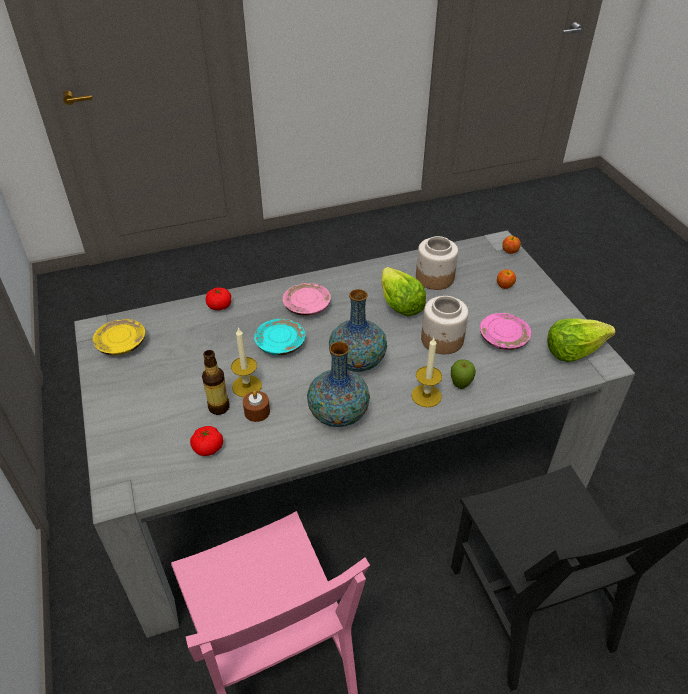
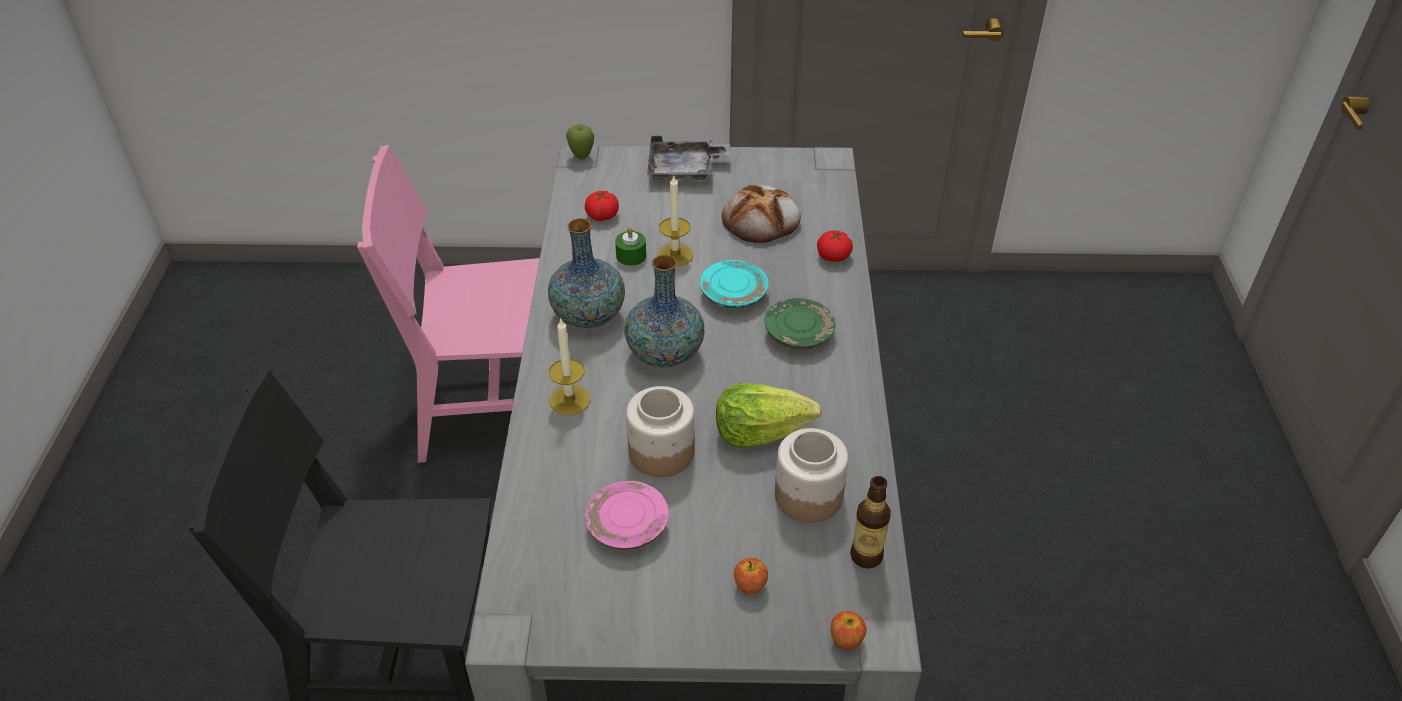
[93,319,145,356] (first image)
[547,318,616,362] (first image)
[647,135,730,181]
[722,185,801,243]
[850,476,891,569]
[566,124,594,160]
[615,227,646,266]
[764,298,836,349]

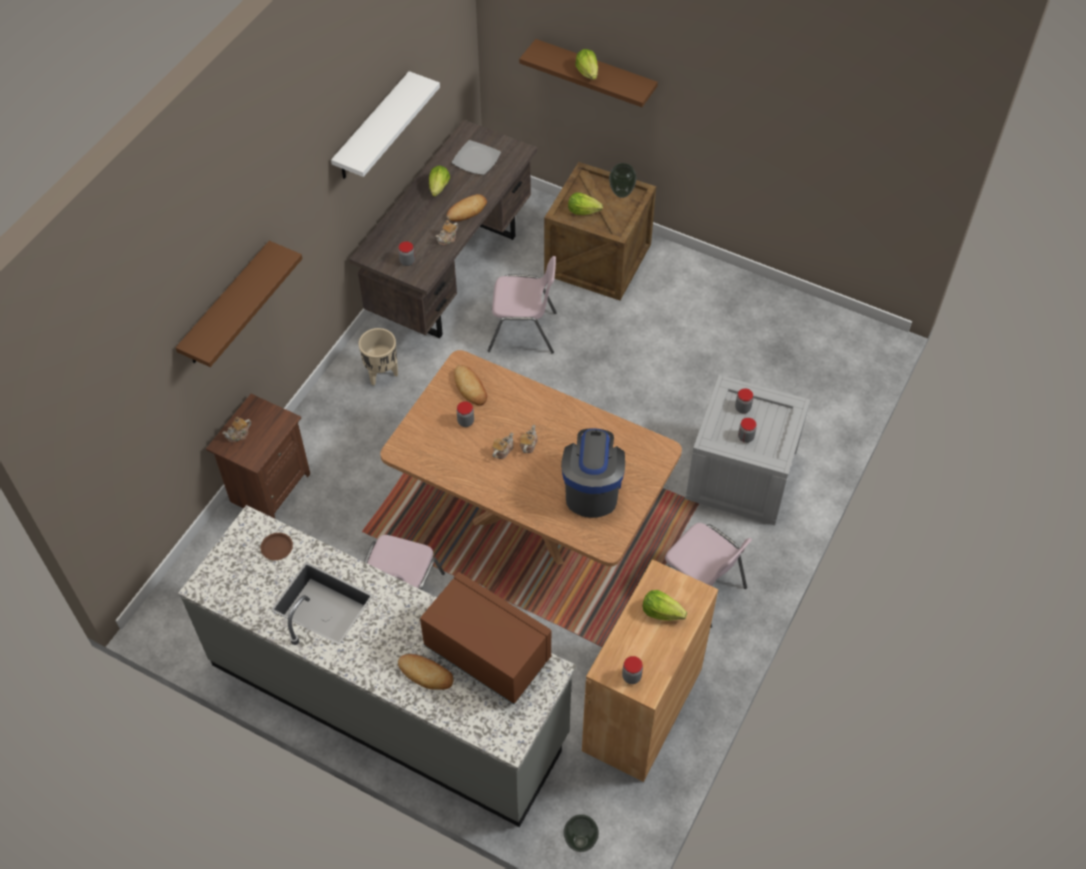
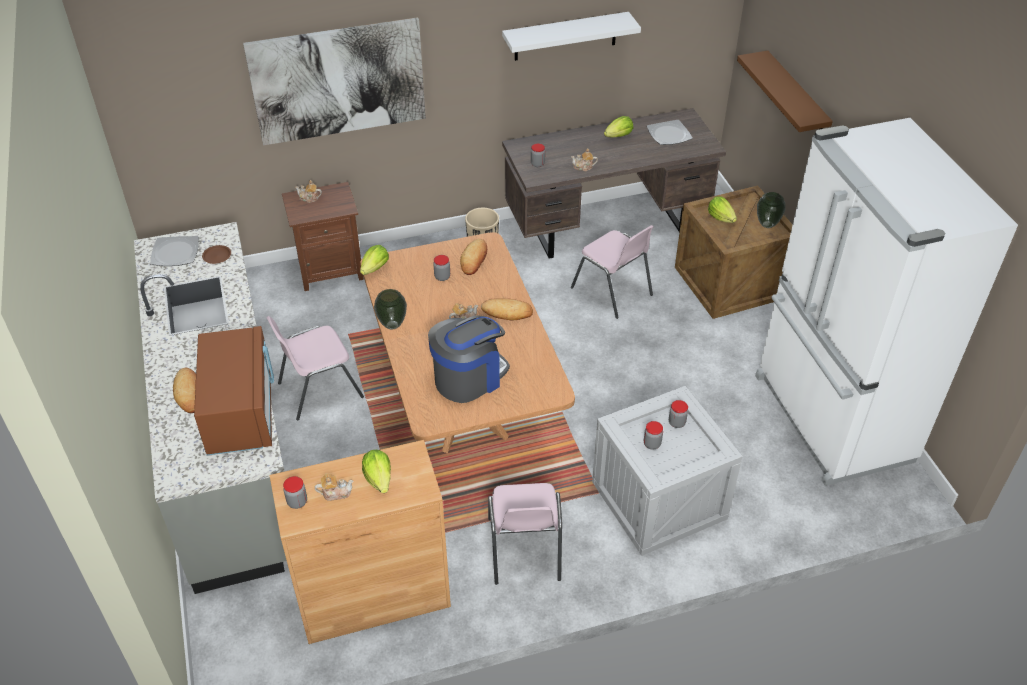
[150,236,199,266]
[755,118,1018,486]
[481,298,533,320]
[315,473,353,501]
[374,289,407,330]
[360,245,389,275]
[243,17,426,146]

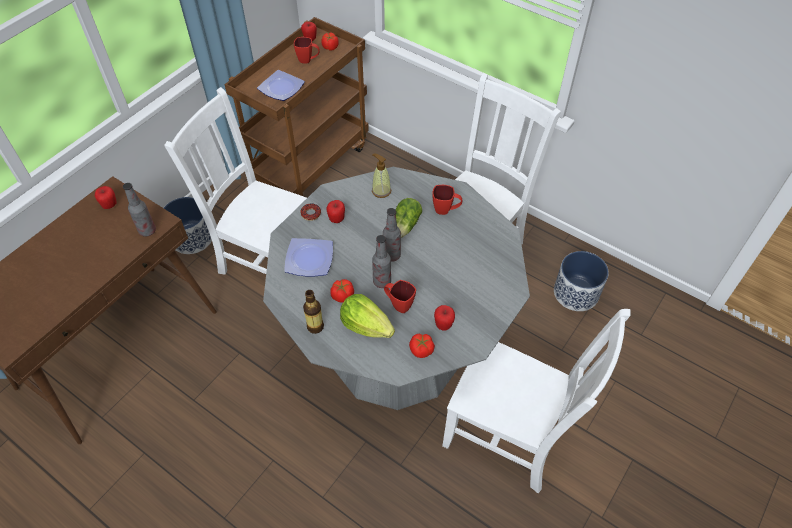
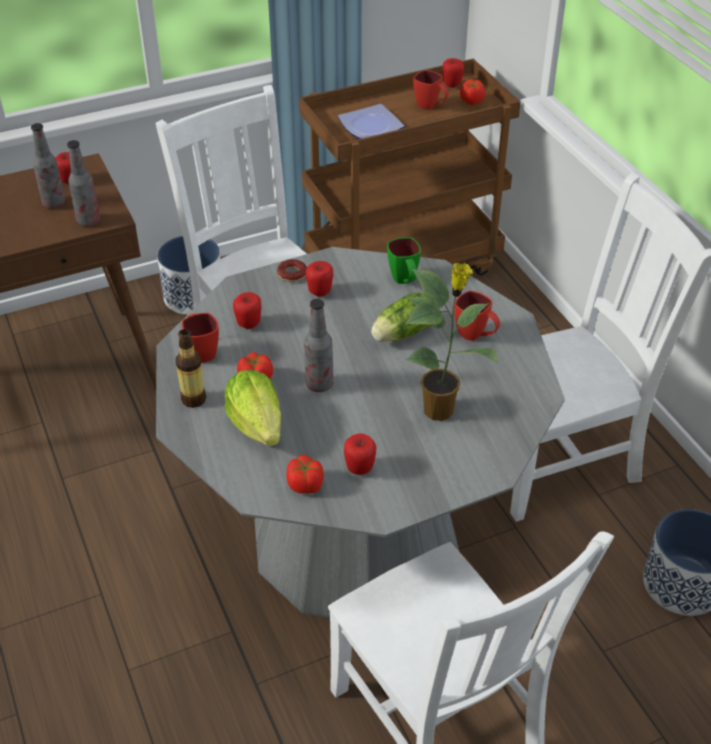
[405,263,499,421]
[31,123,65,209]
[182,313,219,363]
[233,292,261,329]
[387,237,421,284]

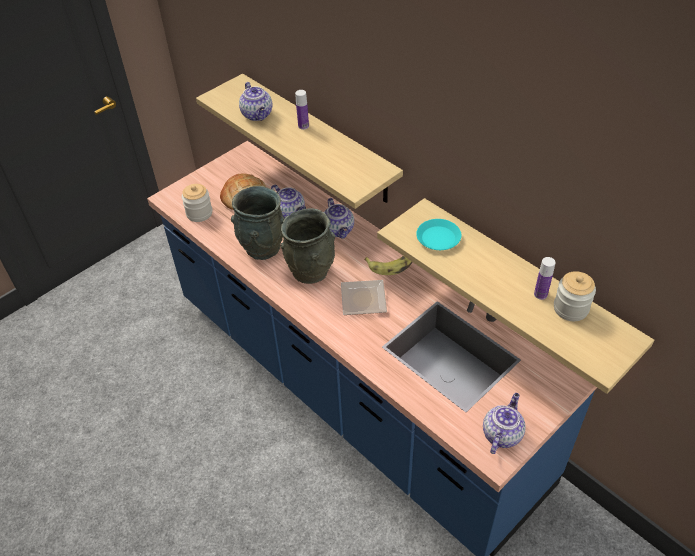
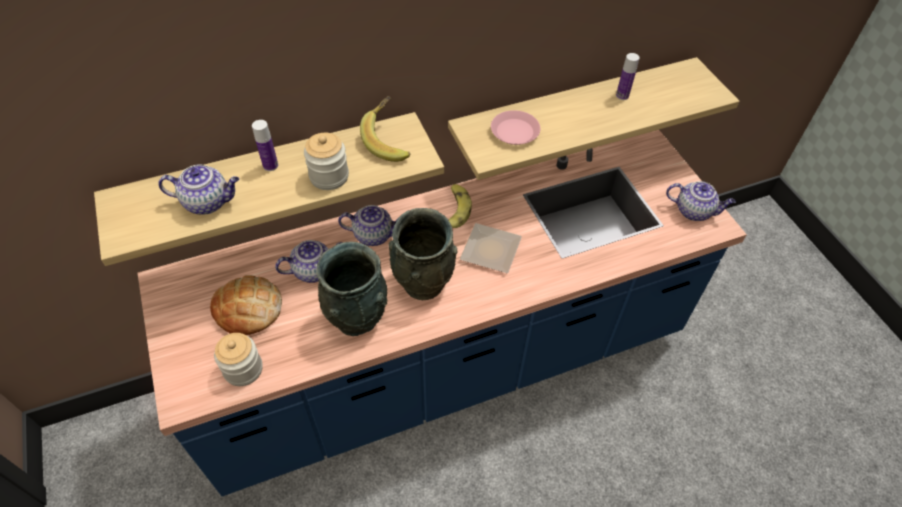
[360,96,410,162]
[304,133,349,190]
[491,110,540,145]
[666,181,735,221]

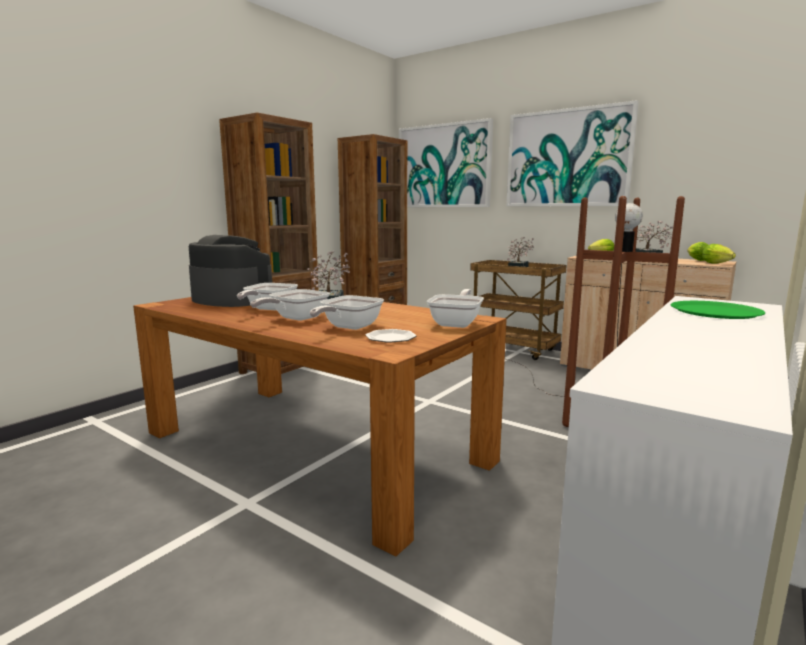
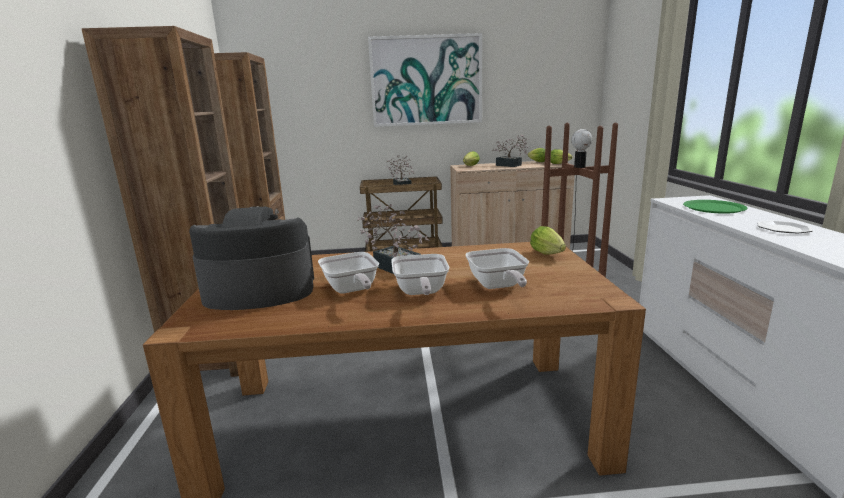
[399,118,493,207] (first image)
[757,220,813,233]
[530,226,566,255]

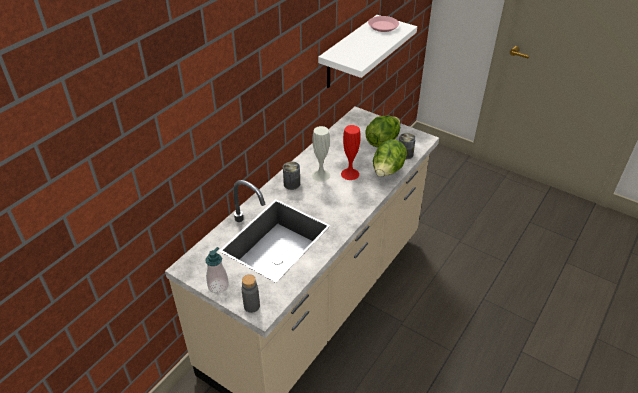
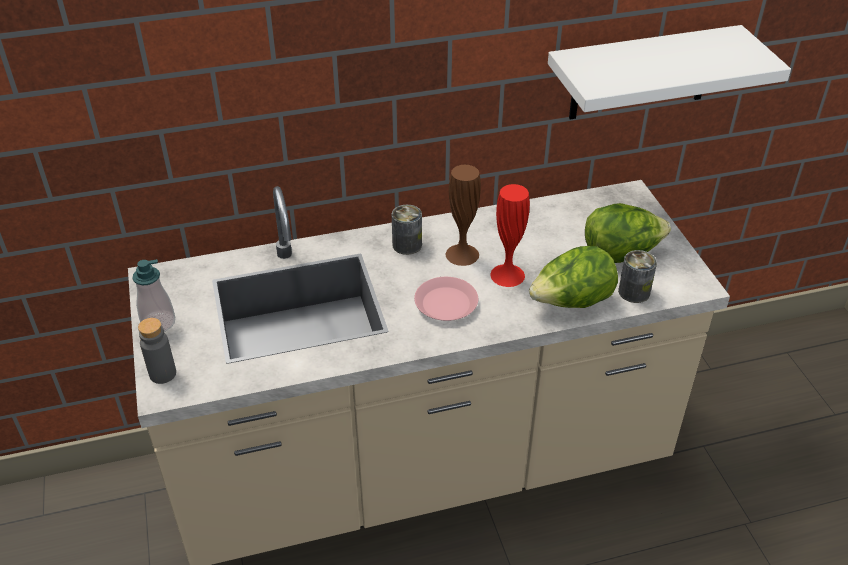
[414,277,478,321]
[446,165,481,266]

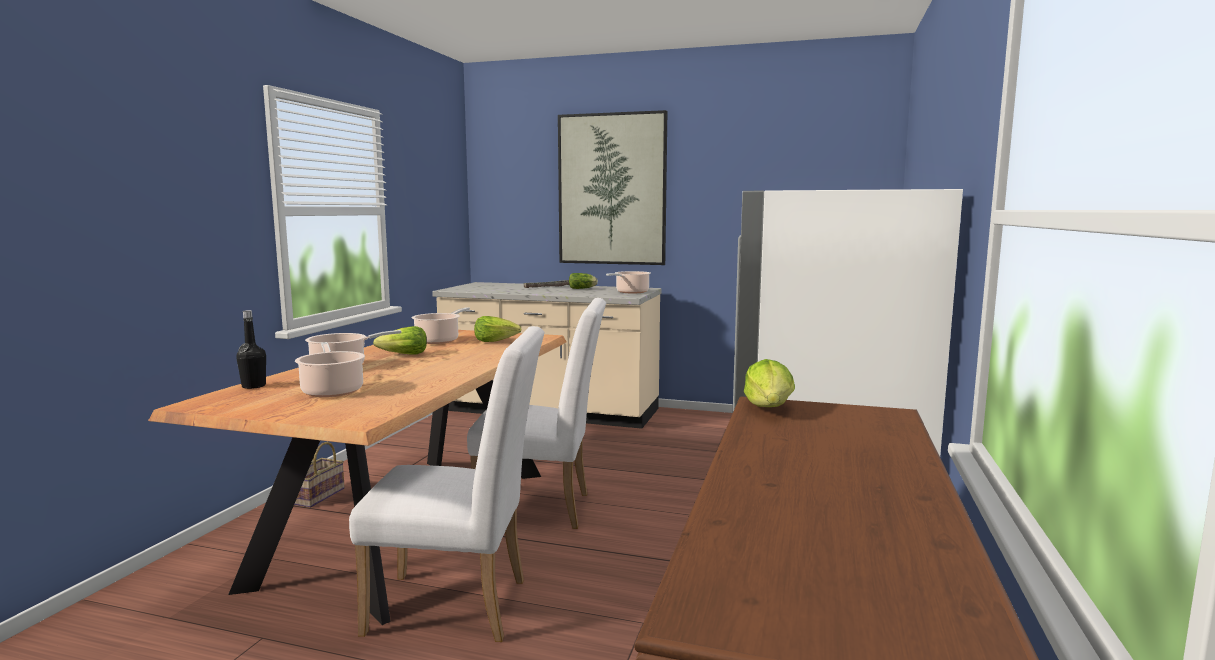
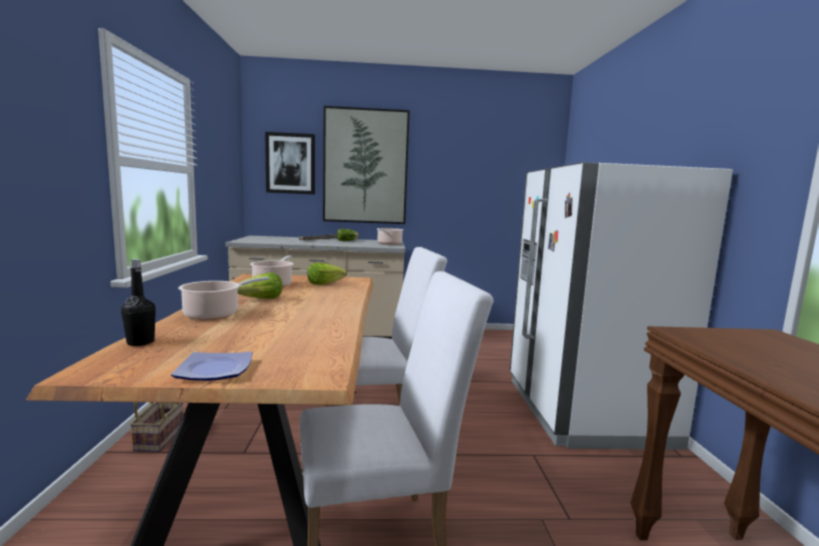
[295,342,365,397] (first image)
[744,359,795,407] (first image)
[171,352,252,381]
[265,132,315,194]

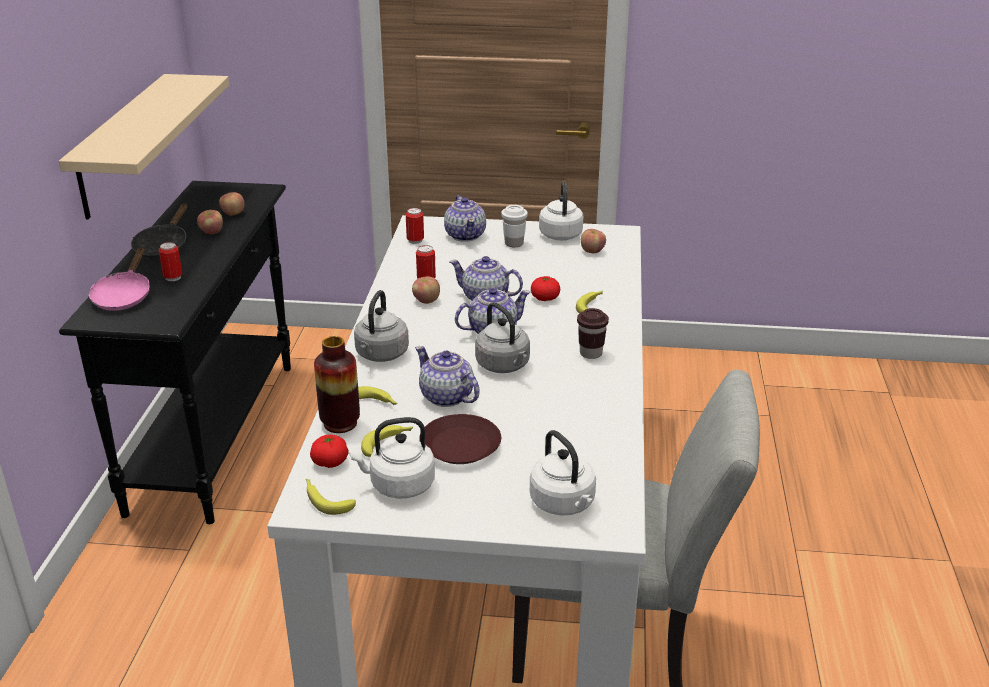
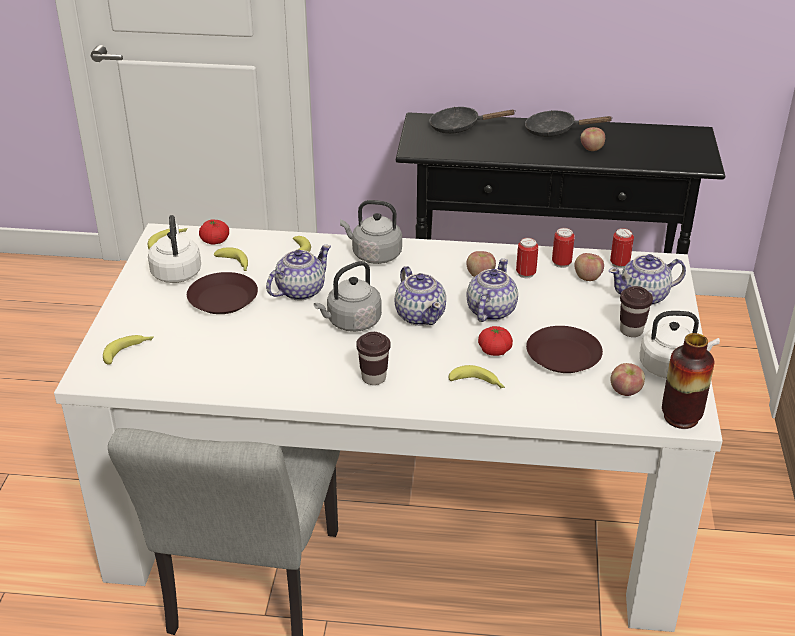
[59,74,229,219] (first image)
[526,326,603,373]
[552,228,575,268]
[574,253,604,281]
[662,333,714,429]
[103,335,154,364]
[429,107,515,134]
[620,286,653,337]

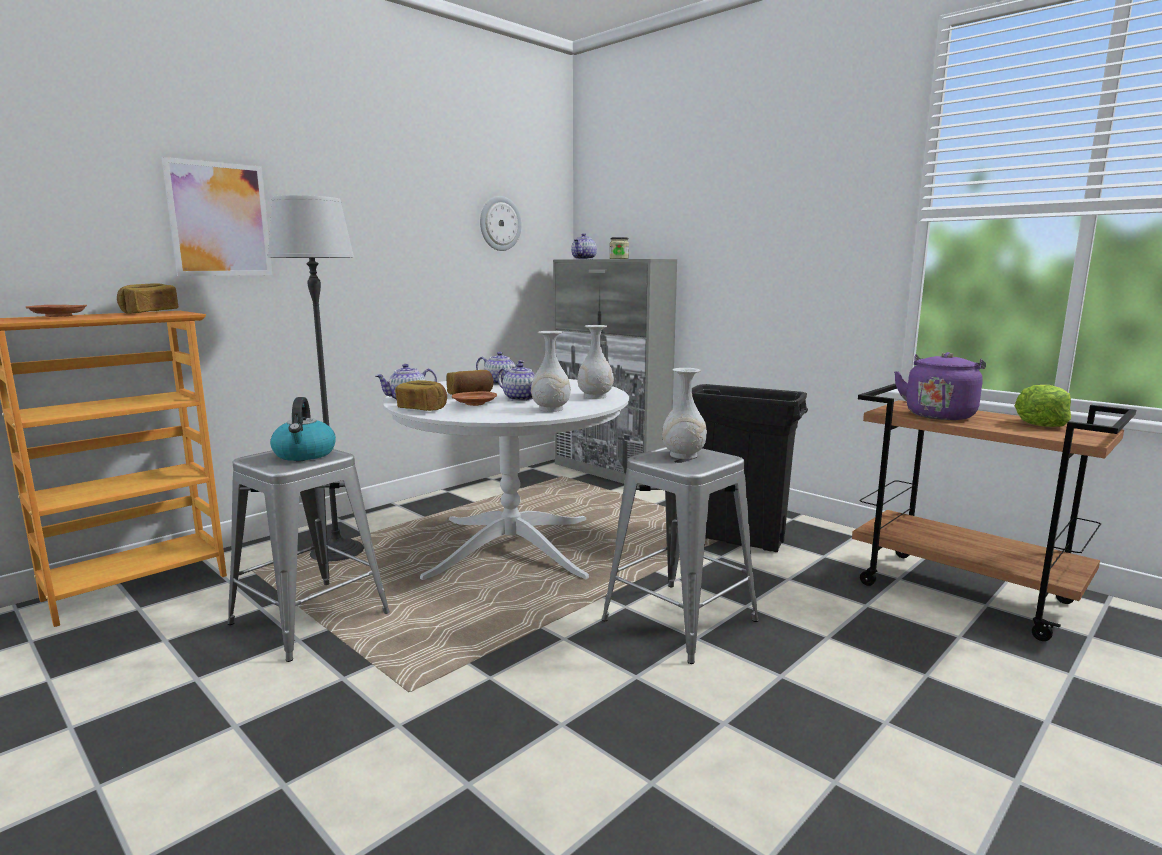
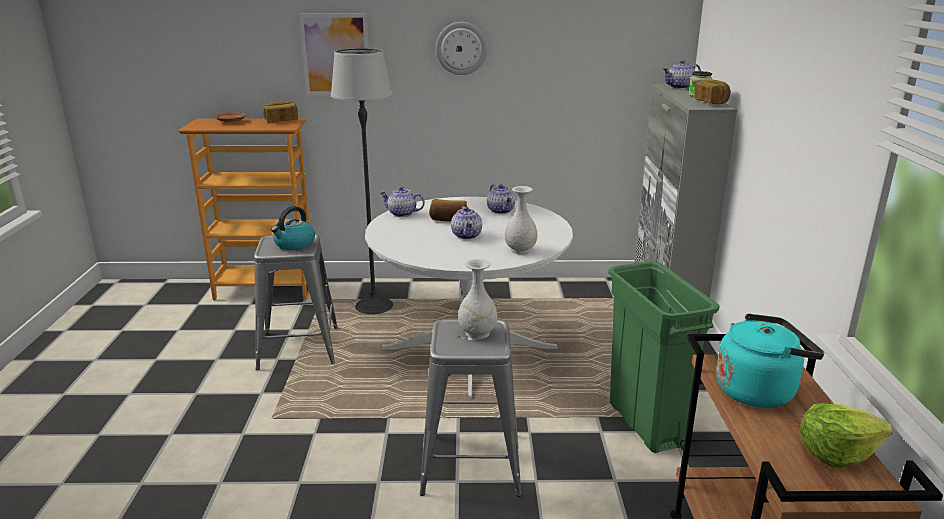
[452,391,497,406] (first image)
[531,331,571,412] (first image)
[694,80,731,104]
[436,22,487,75]
[608,261,720,453]
[716,313,825,408]

